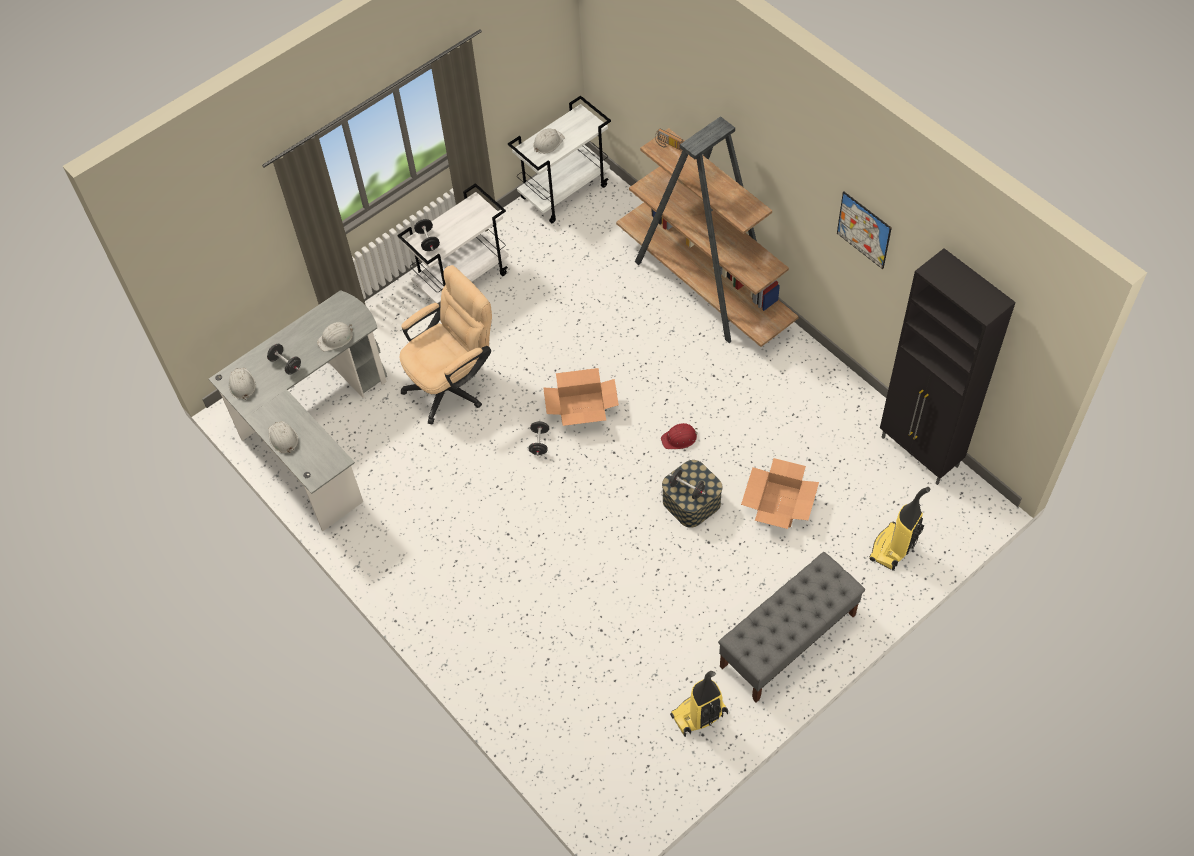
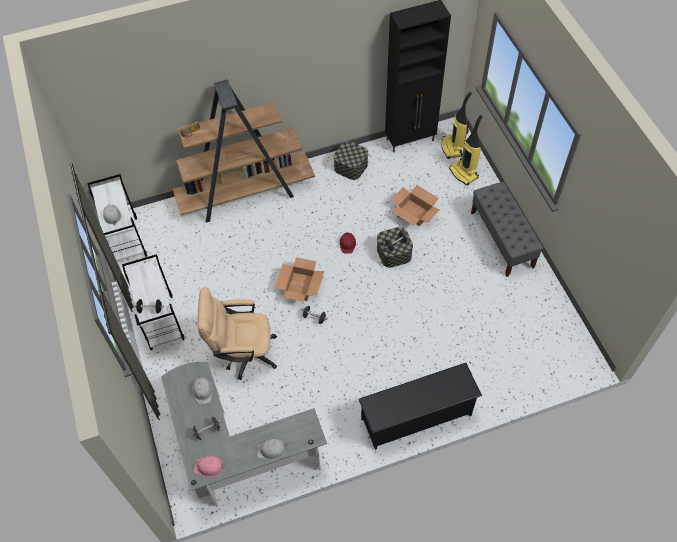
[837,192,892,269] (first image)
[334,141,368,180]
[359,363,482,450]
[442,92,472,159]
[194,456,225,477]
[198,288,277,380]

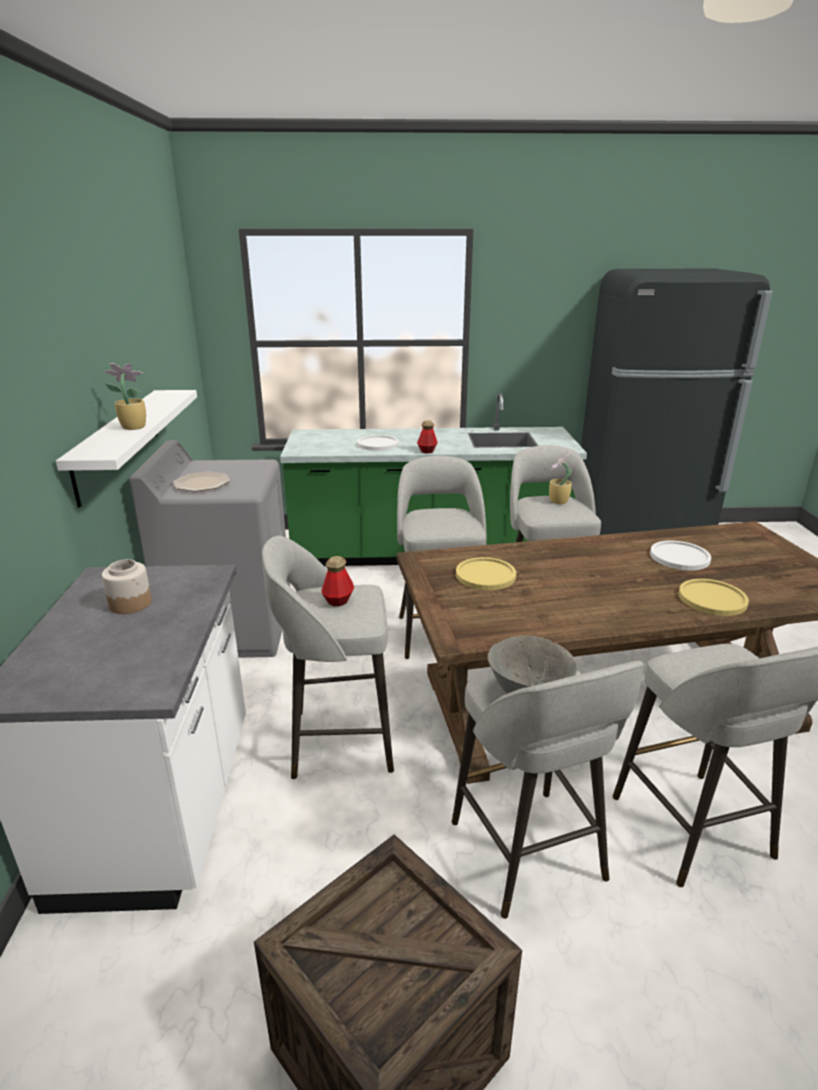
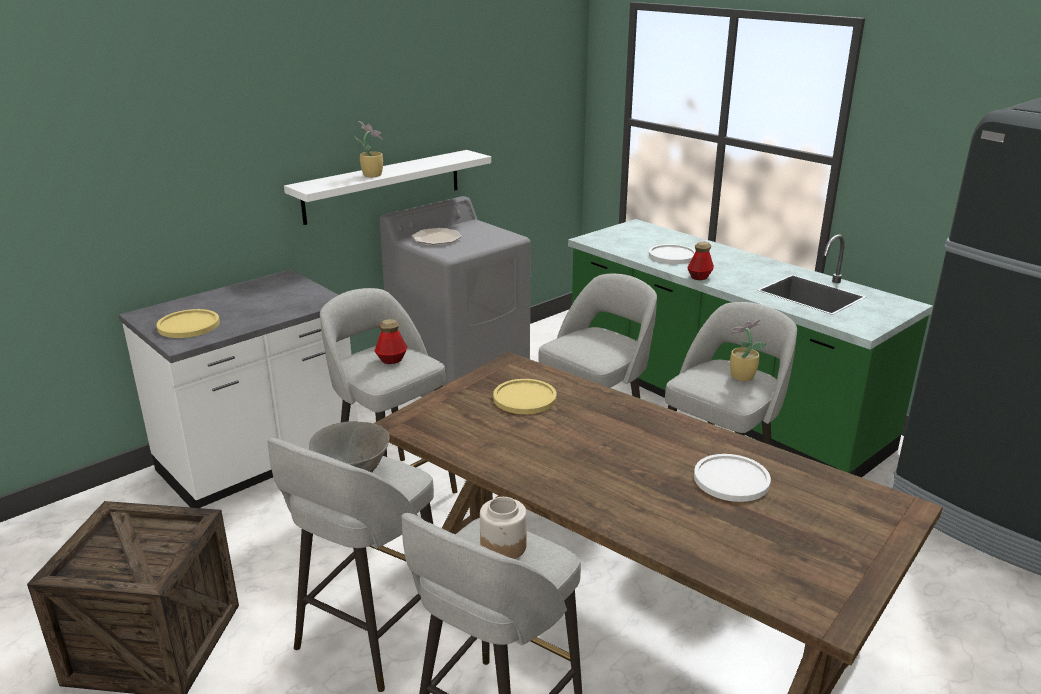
[480,497,527,559]
[156,309,220,338]

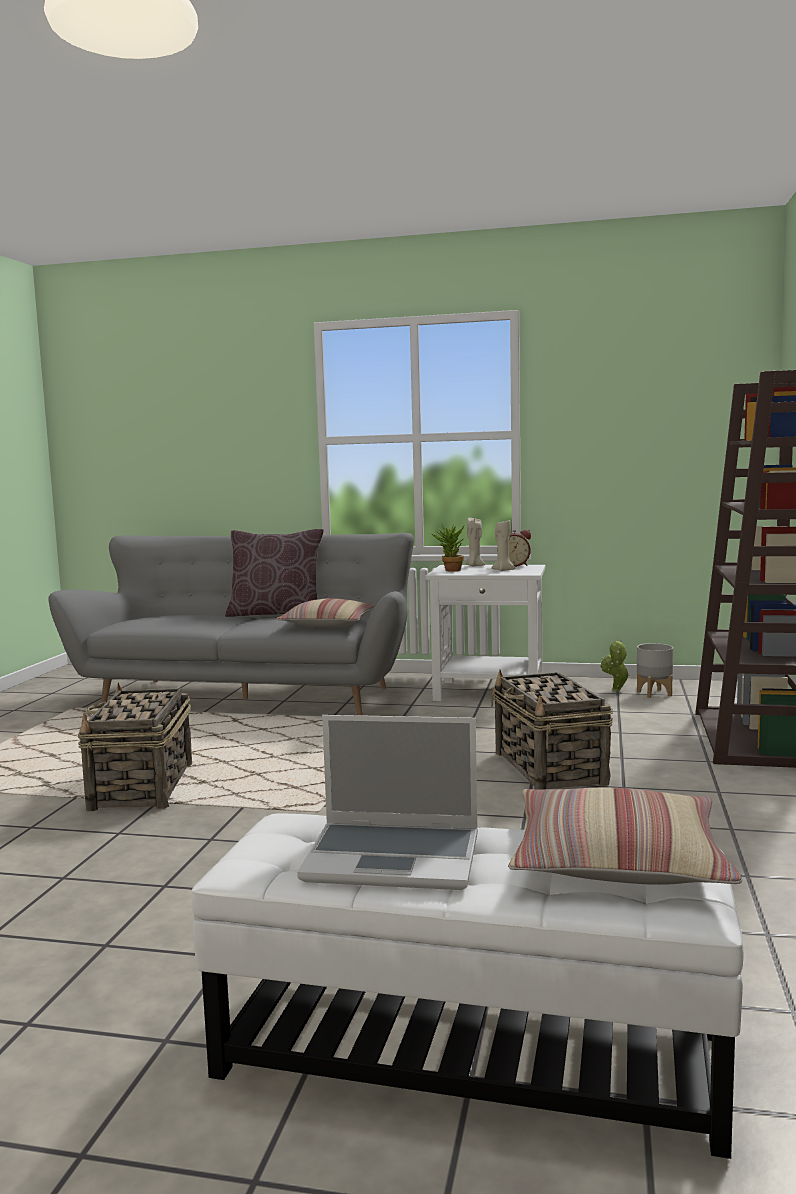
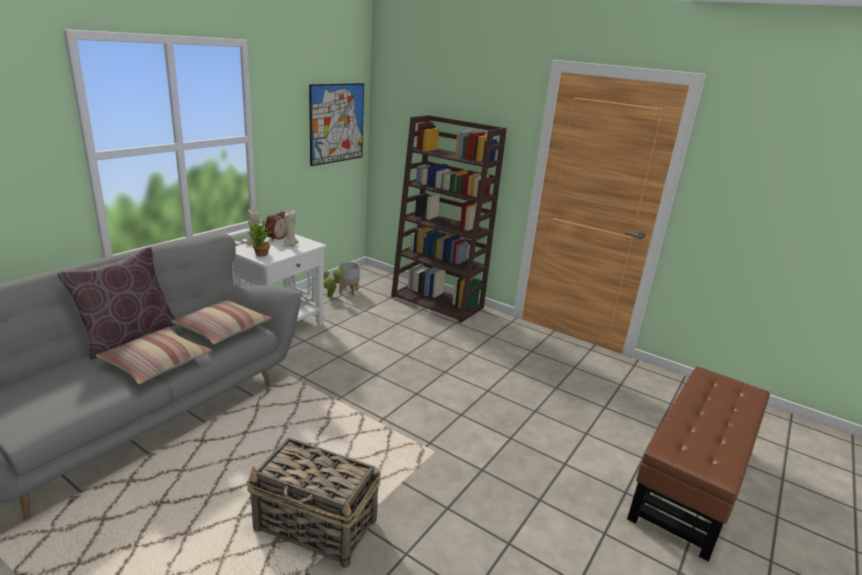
[297,715,478,890] (first image)
[491,670,613,790] (first image)
[309,83,364,166]
[95,327,212,384]
[627,366,770,562]

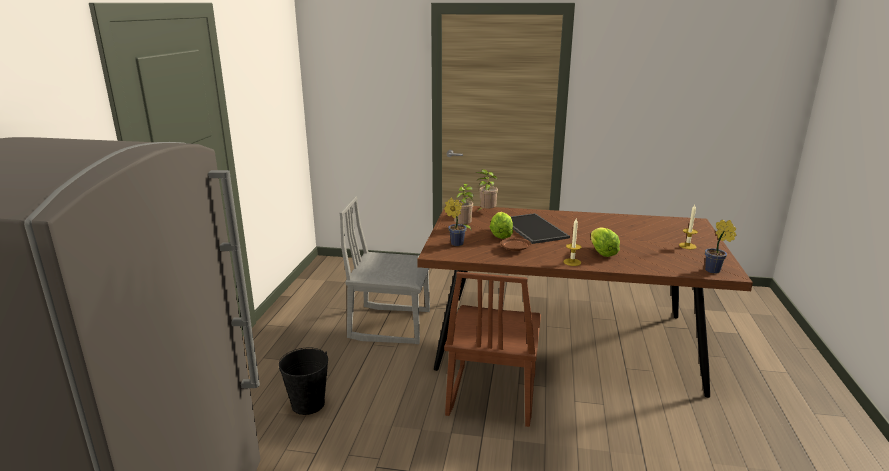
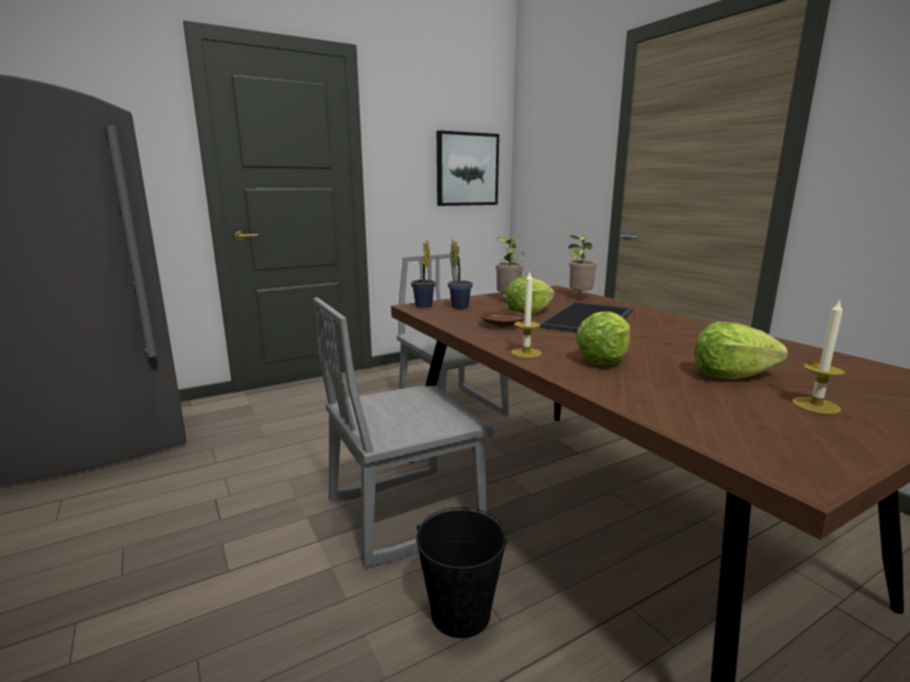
[437,130,499,206]
[694,322,788,380]
[416,507,508,638]
[411,240,436,308]
[313,297,494,567]

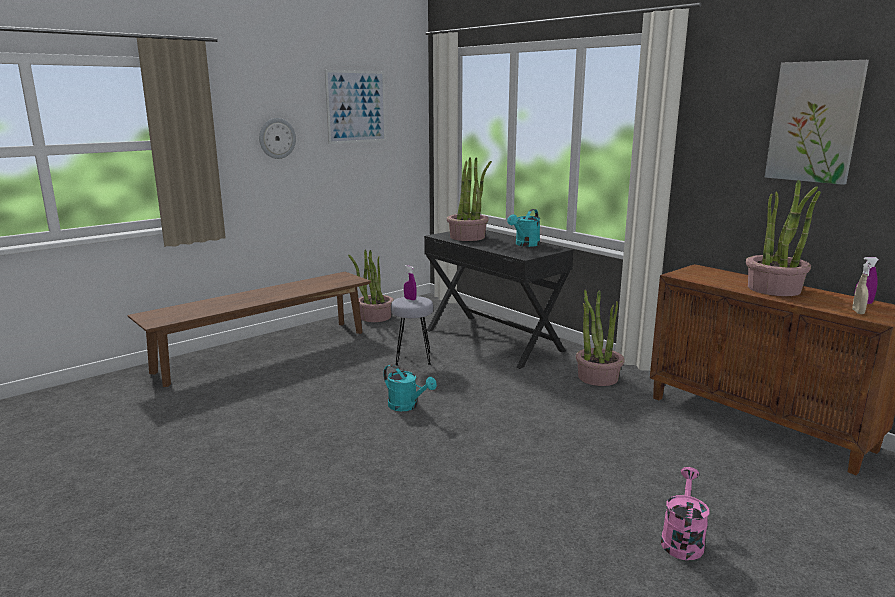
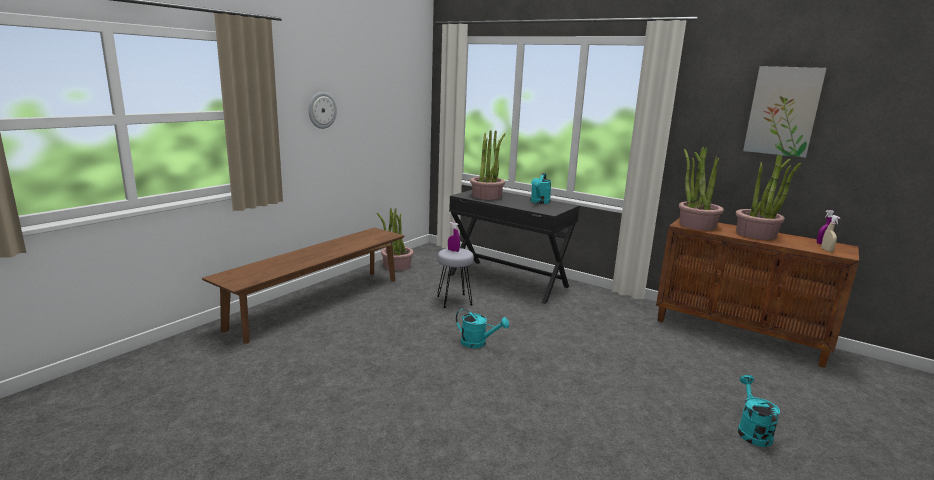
[325,70,386,144] (first image)
[679,146,724,231]
[738,375,780,447]

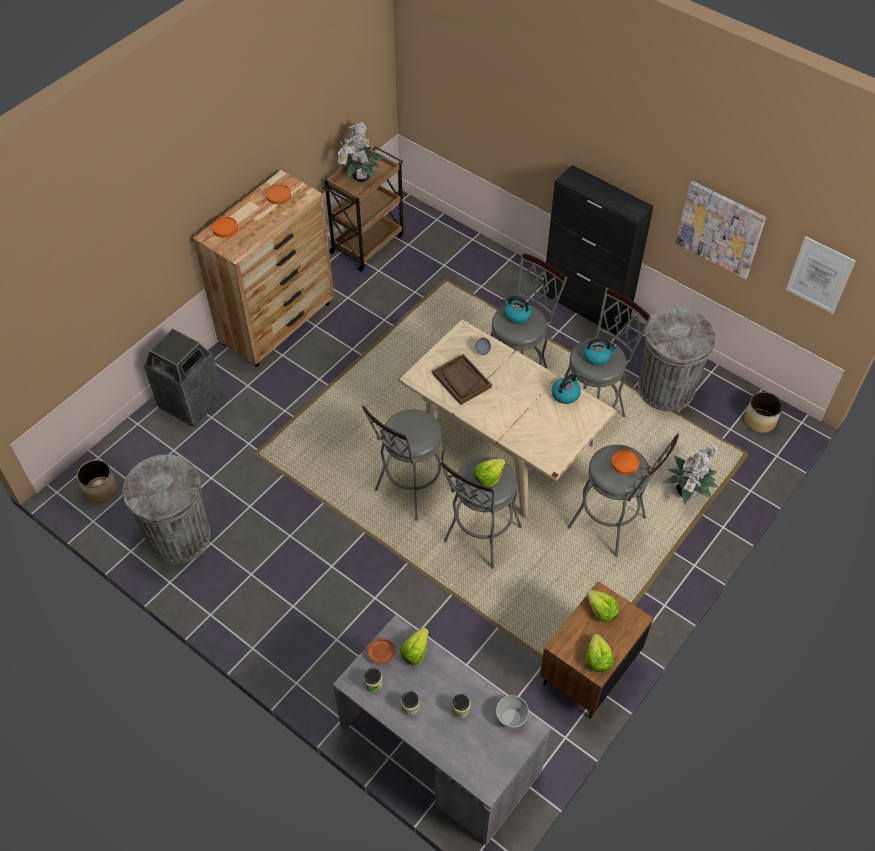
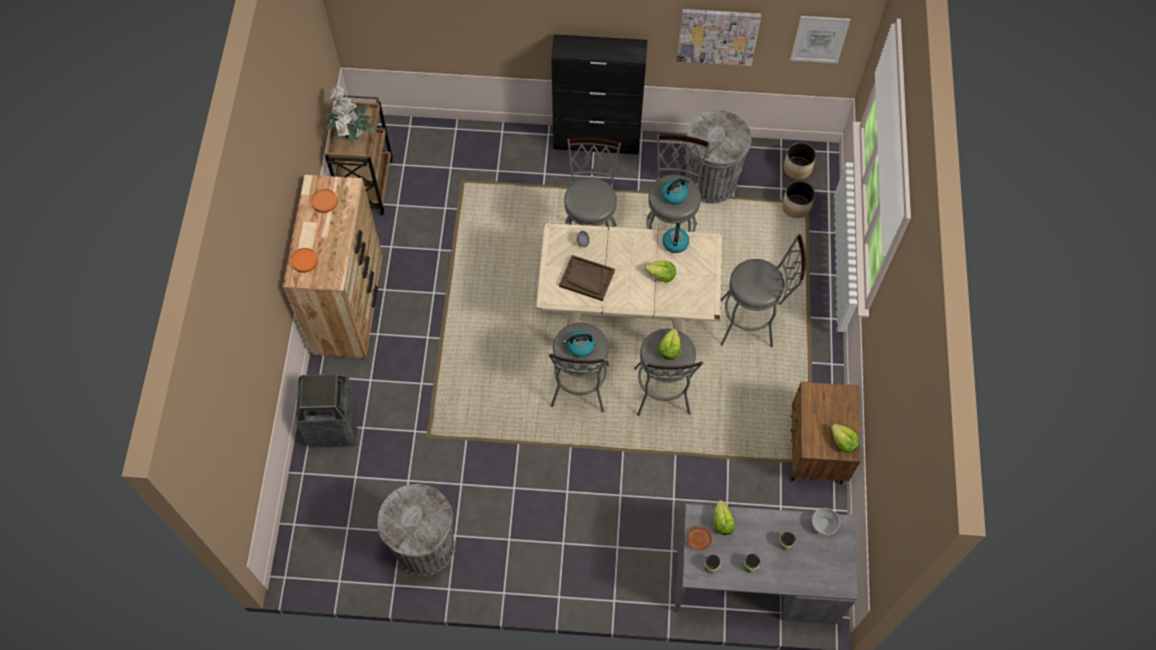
[611,450,639,475] (first image)
[662,444,719,505] (first image)
[782,181,815,218]
[563,331,595,357]
[644,261,676,283]

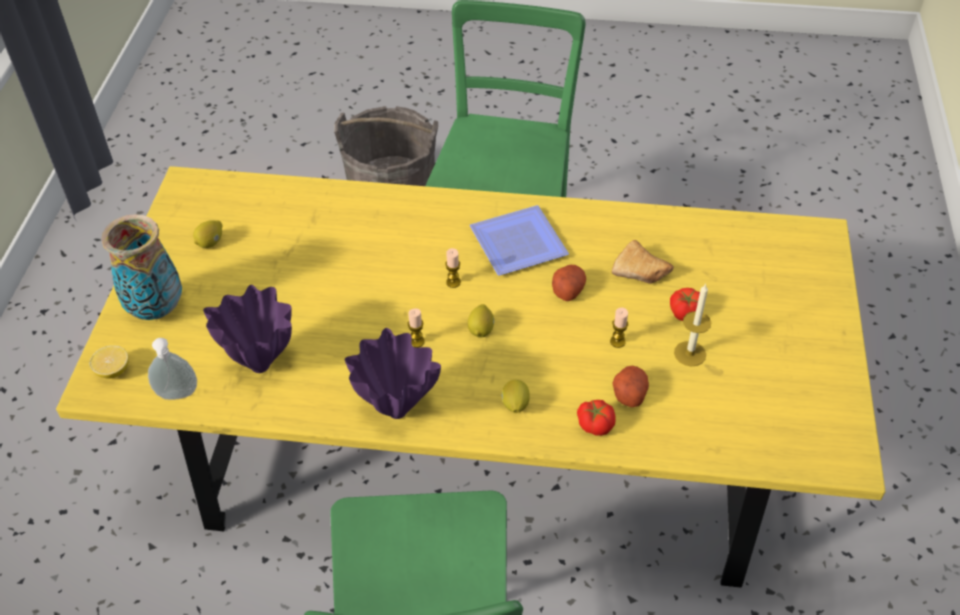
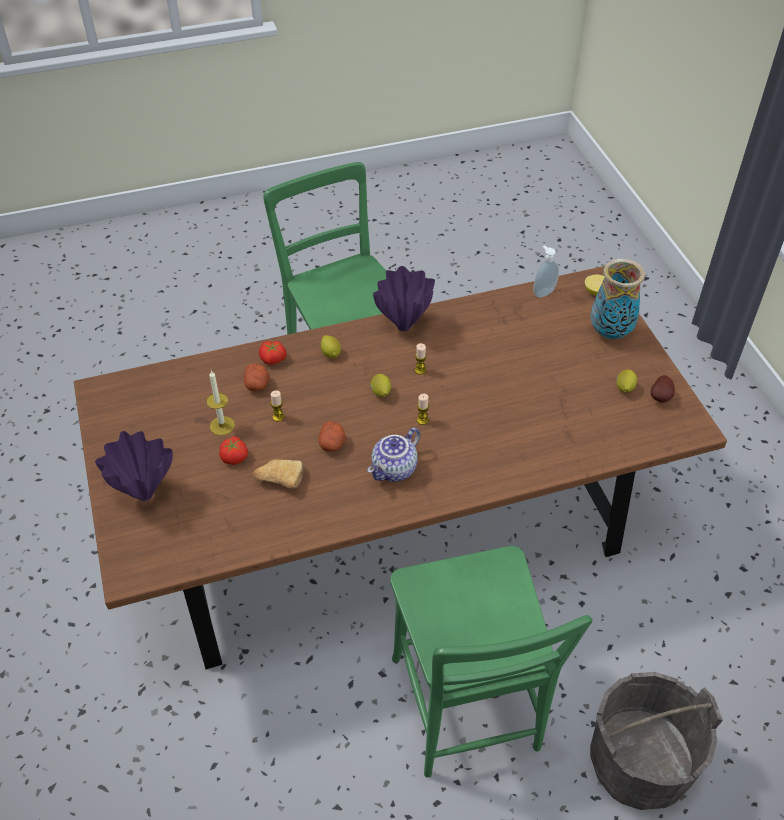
[651,375,675,403]
[95,431,173,501]
[367,427,420,482]
[74,266,727,669]

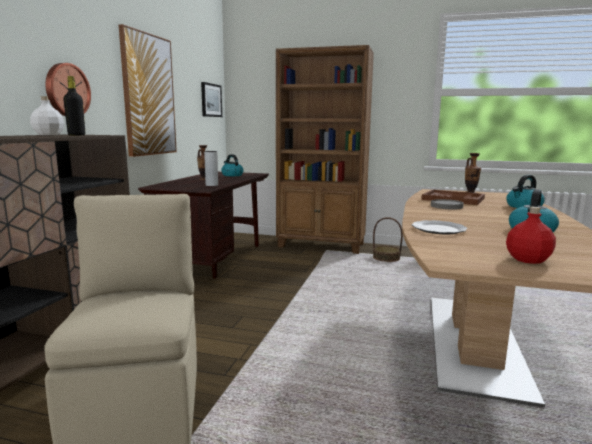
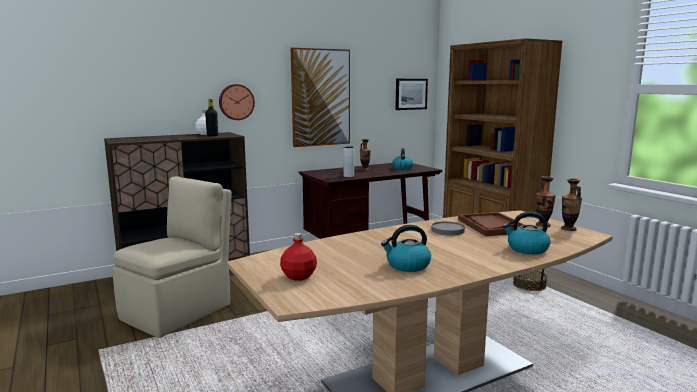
[412,220,467,234] (first image)
[561,178,582,231]

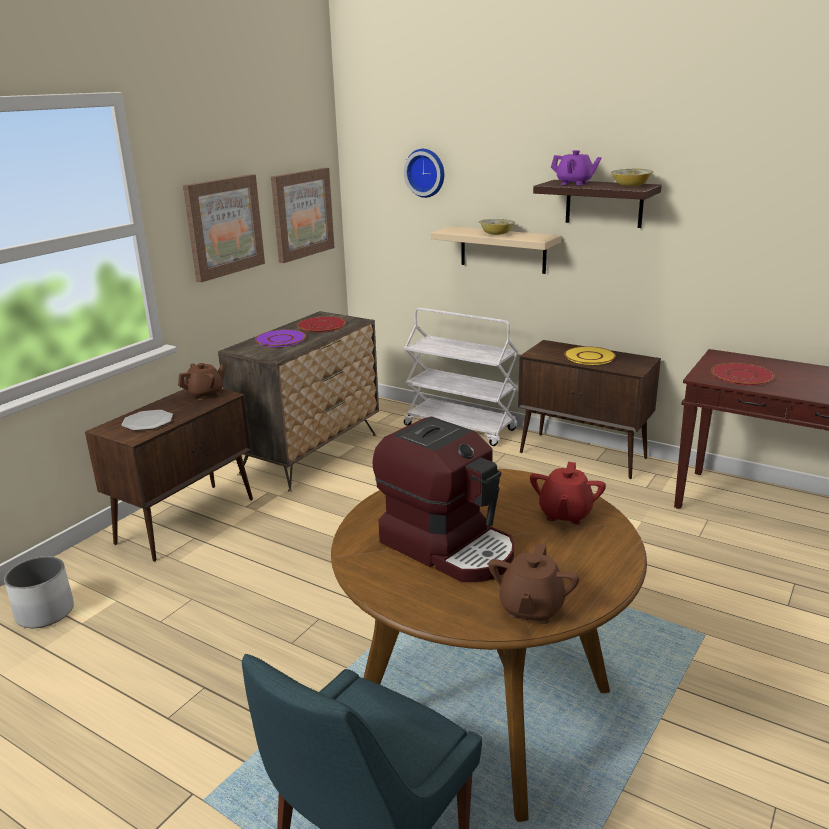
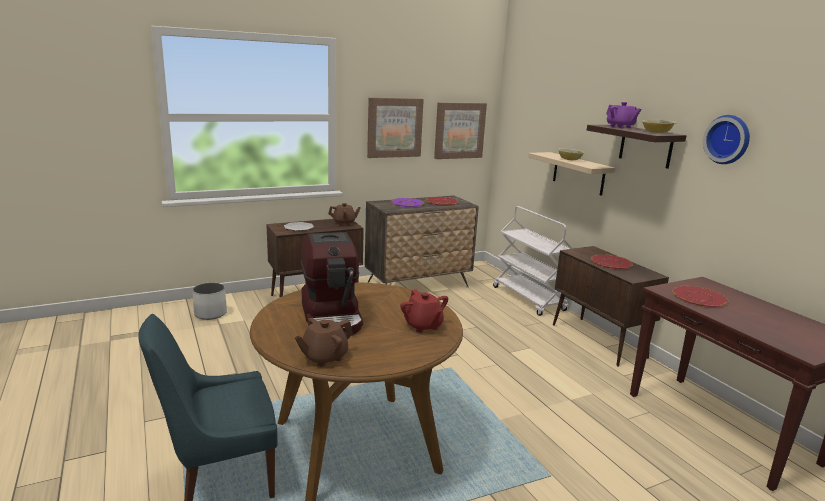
[703,115,750,164]
[591,254,633,269]
[400,290,448,333]

